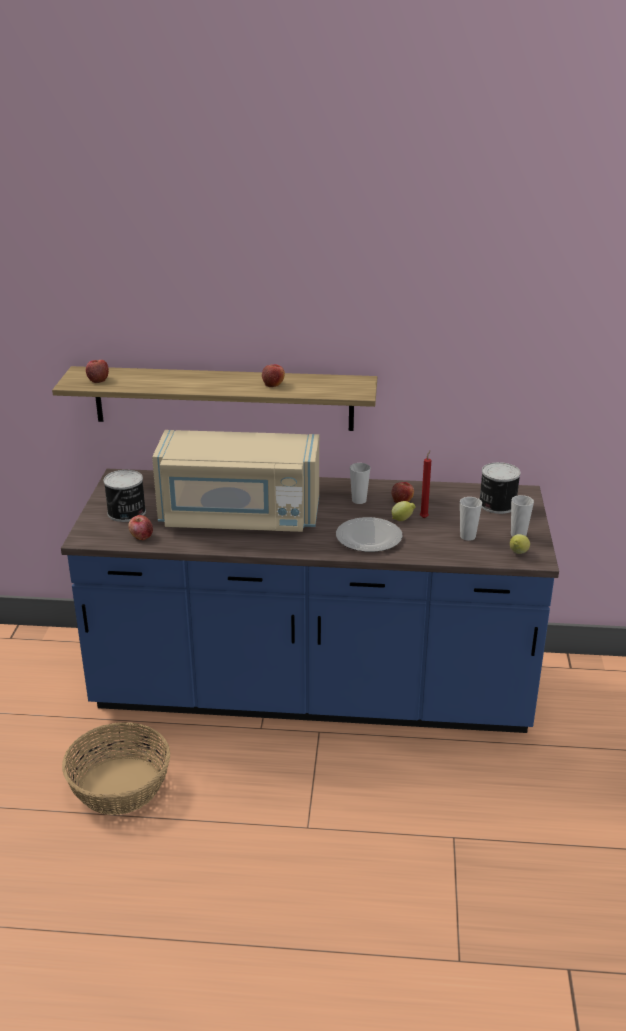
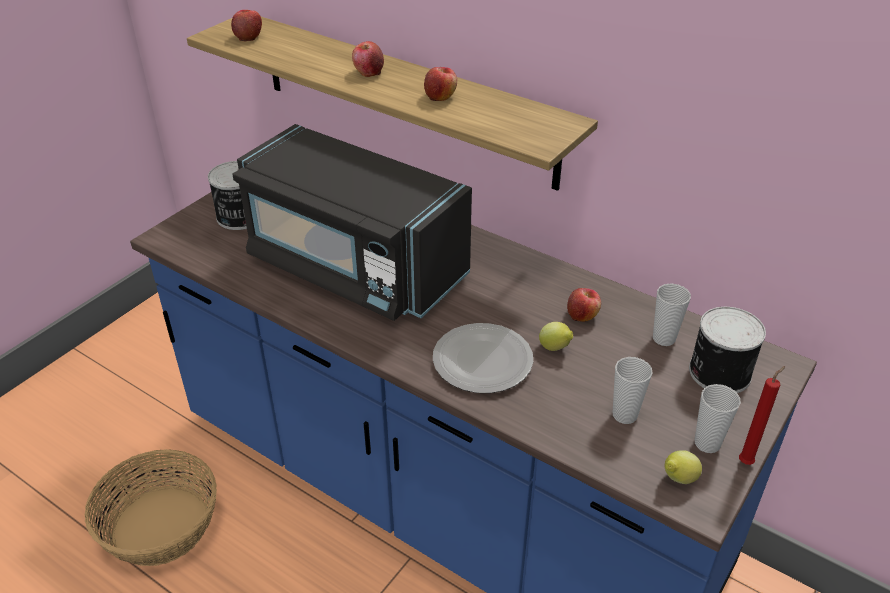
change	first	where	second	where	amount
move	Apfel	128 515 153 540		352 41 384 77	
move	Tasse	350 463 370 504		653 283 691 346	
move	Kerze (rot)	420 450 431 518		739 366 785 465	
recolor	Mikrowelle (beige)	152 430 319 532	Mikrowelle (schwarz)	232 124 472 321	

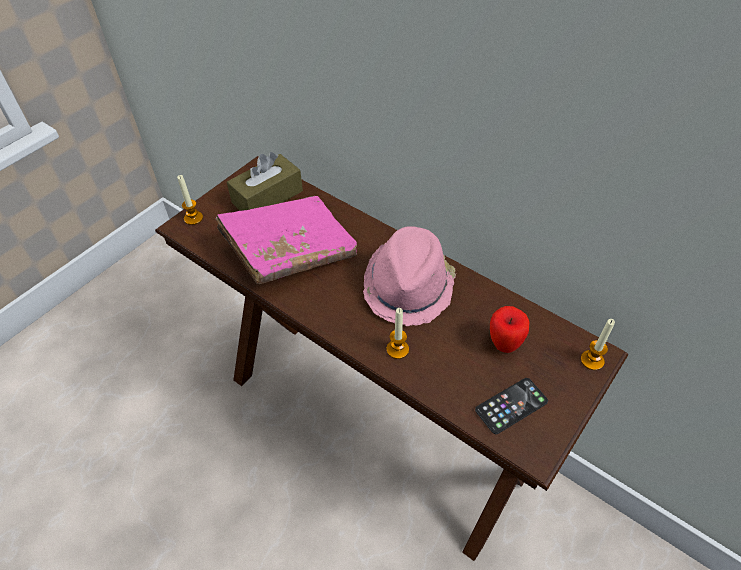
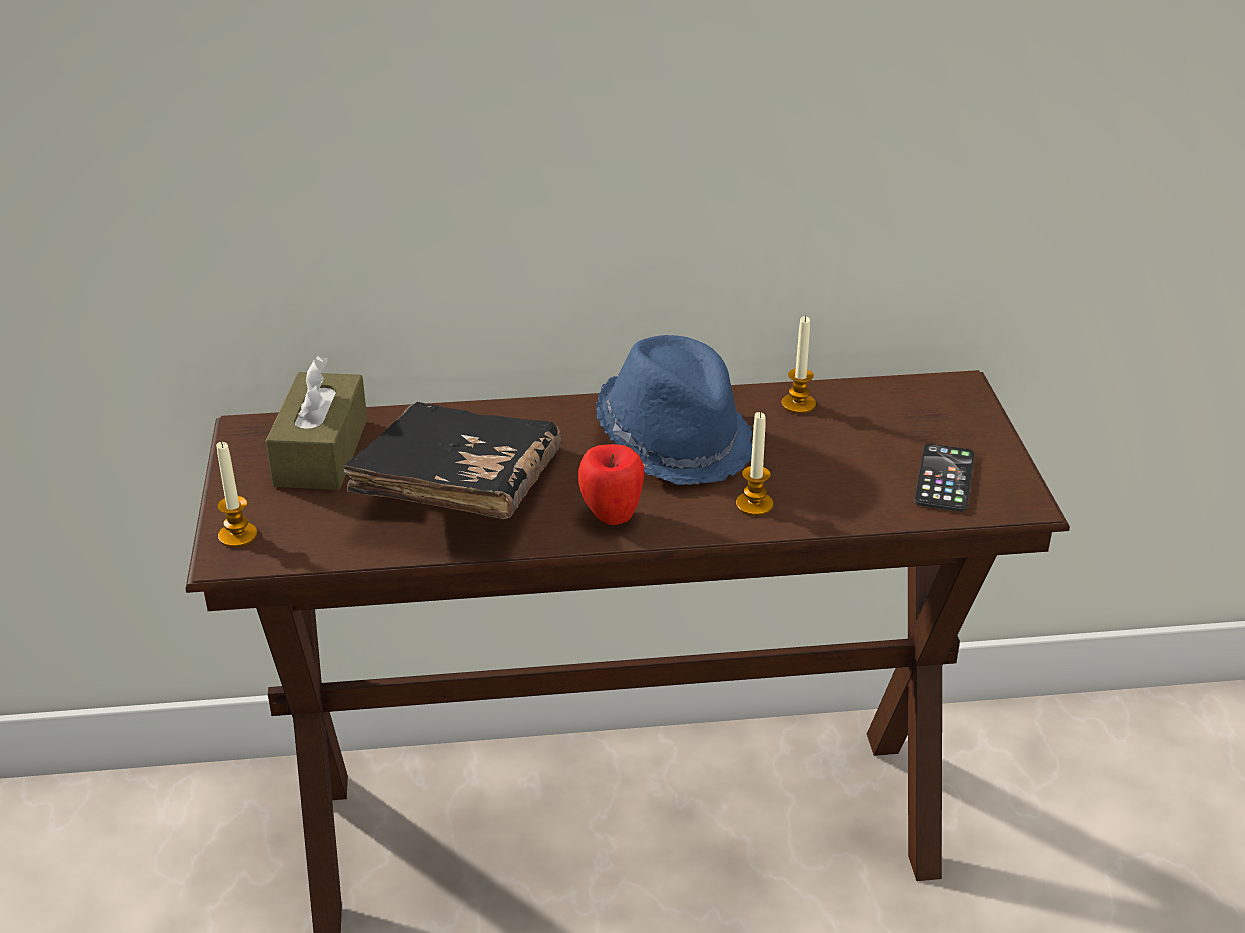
change	first	where	second	where	amount
move	Apfel	490 306 529 353		578 444 644 525	
move	Kerze	581 319 615 370		782 316 816 414	
recolor	Buch (rosa)	215 196 357 284	Buch (schwarz)	343 402 563 519	
recolor	Hut (rosa)	363 226 456 326	Hut (blau)	596 335 752 485	

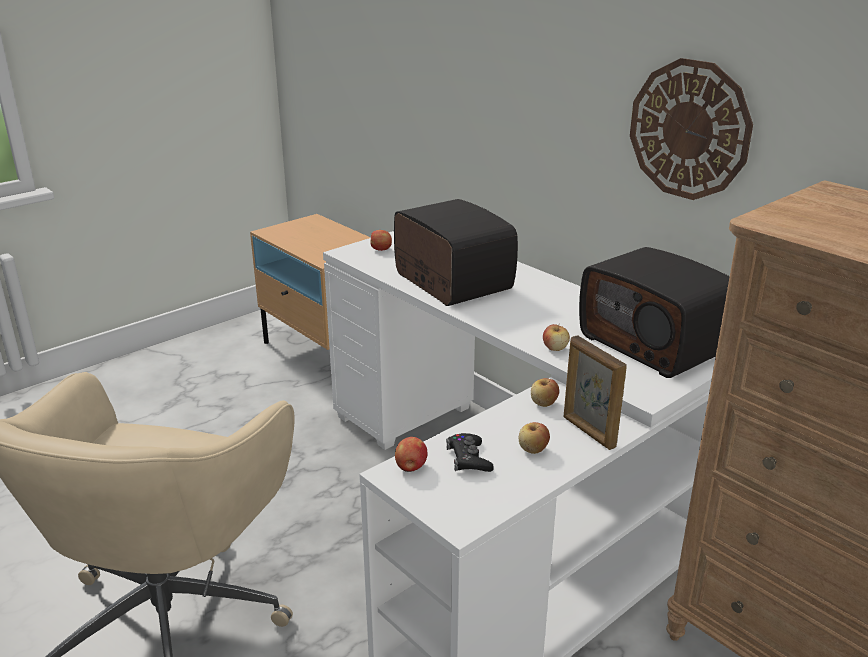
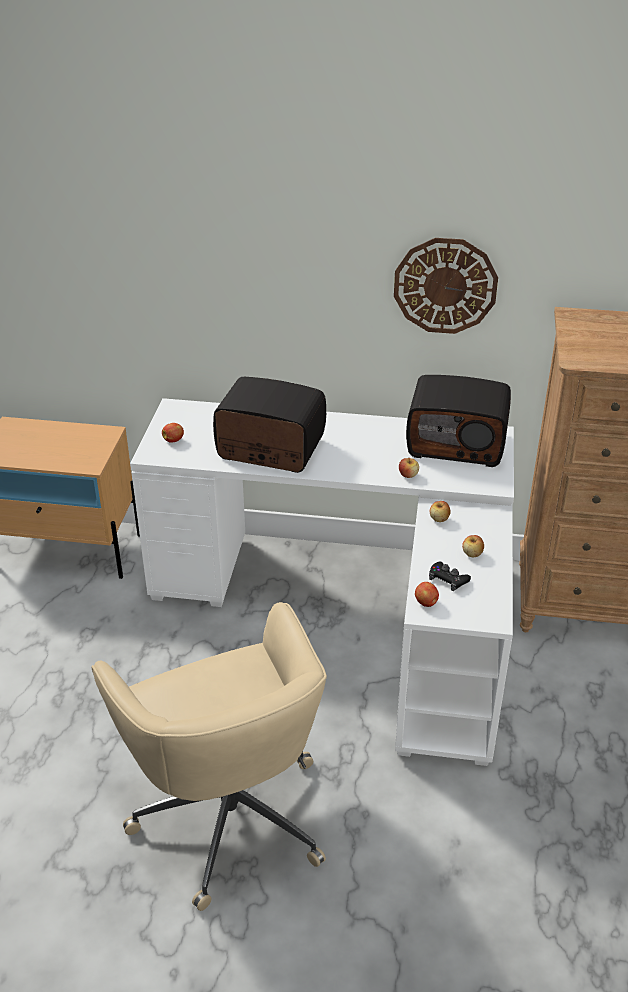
change	first	where	second	where	amount
delete	Bilderrahmen	563 335 627 450			

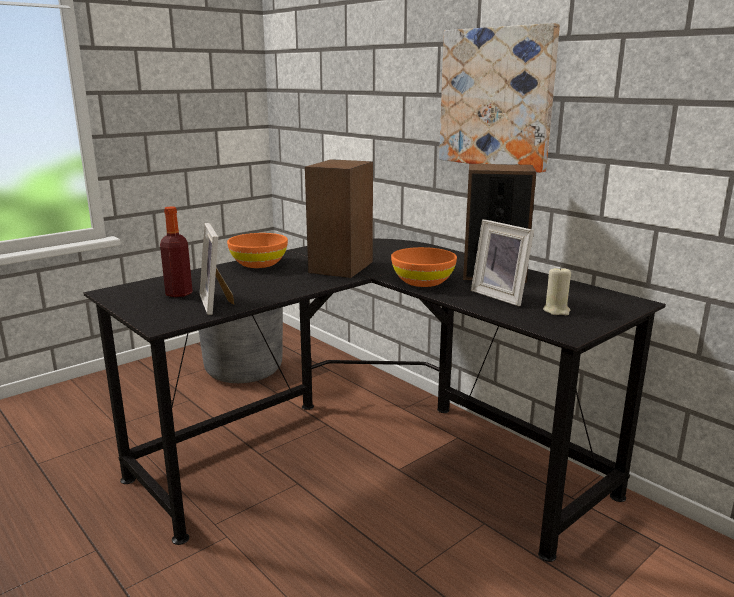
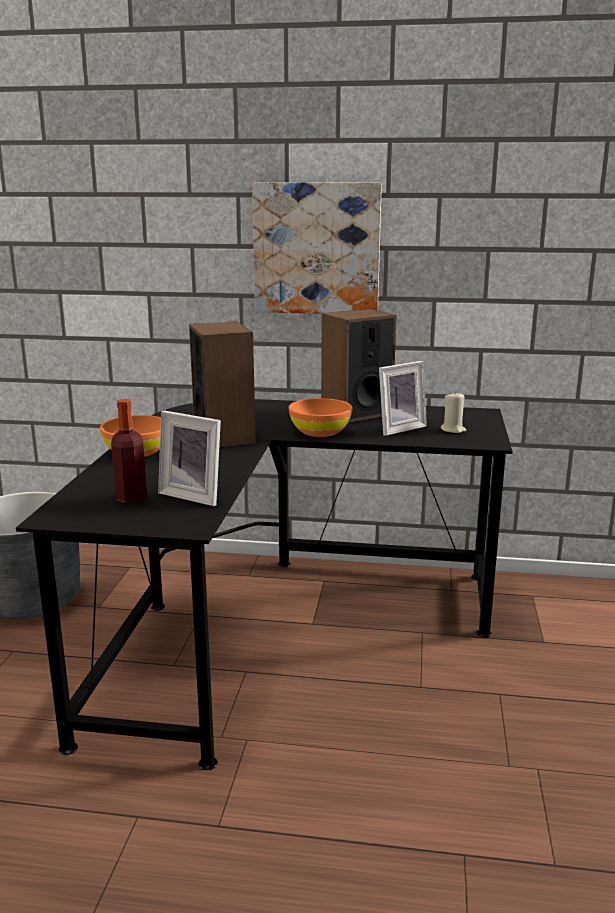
change	first	where	second	where	amount
rotate	Bilderrahmen	471 219 534 306		379 361 427 436	45 degrees counterclockwise

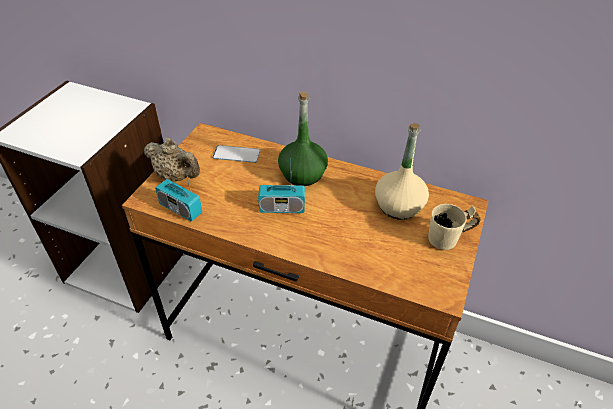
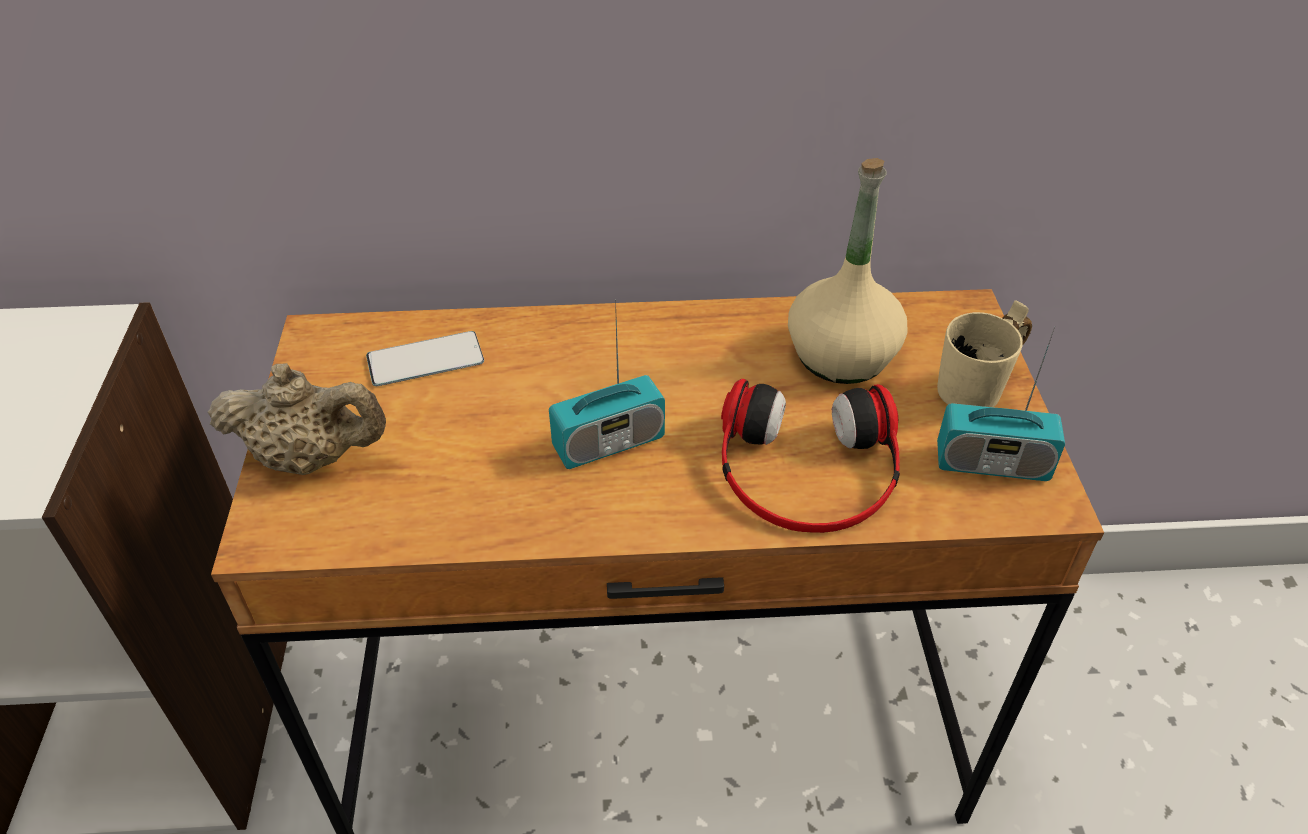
change	first	where	second	where	amount
delete	Flasche (grün)	278 92 328 186			
insert			Kopfhörer	721 379 900 533	
move	Radio	155 156 202 222		937 326 1065 481	

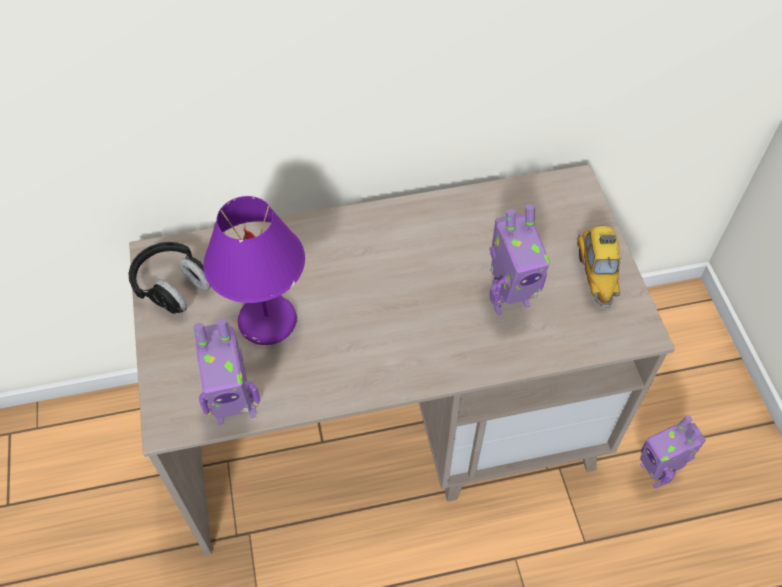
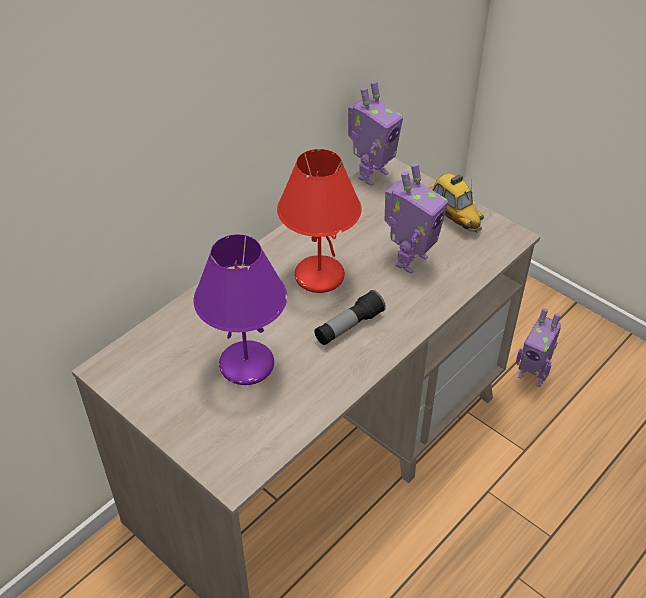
change	first	where	second	where	amount
delete	Kopfhörer (schwarz)	128 242 210 314			
insert			Tischlampe (rot)	277 149 362 293	
insert			Taschenlampe	314 290 386 345	
move	Spielzeugroboter	193 318 260 425		348 81 403 186	

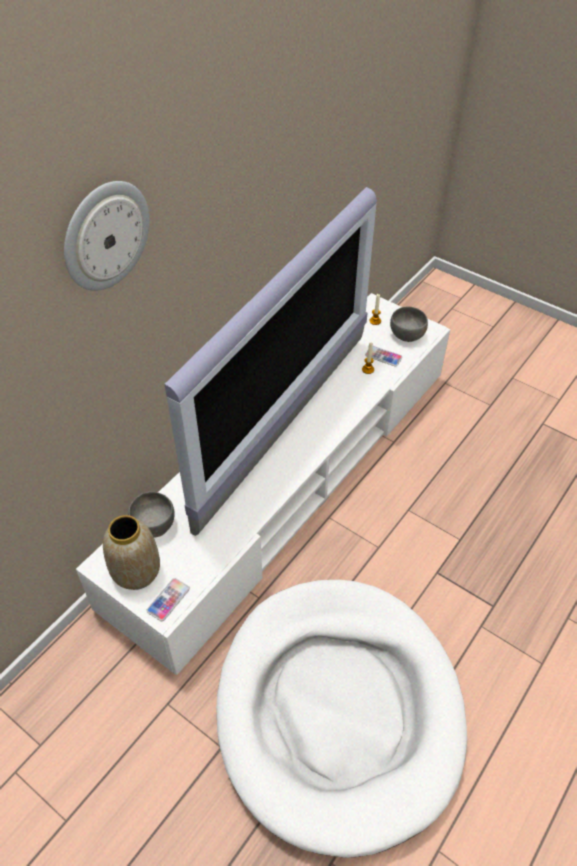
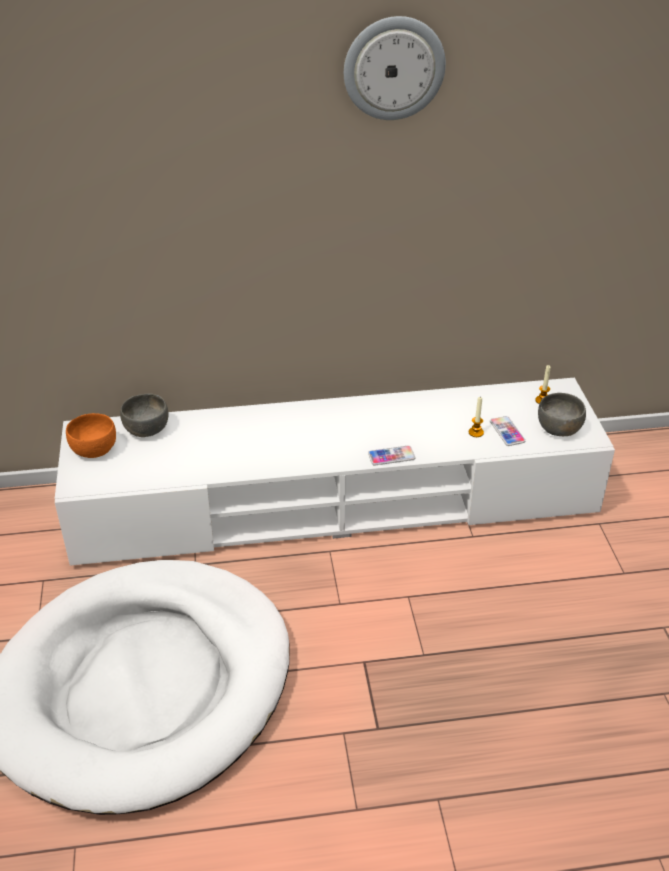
change	first	where	second	where	amount
delete	Fernseher	164 187 377 536			
move	Wanduhr	64 181 149 291		344 16 446 120	
move	Handy	147 578 190 621		368 446 416 465	
replace	Vase	103 515 160 590	Schüssel (orange)	66 413 116 458	

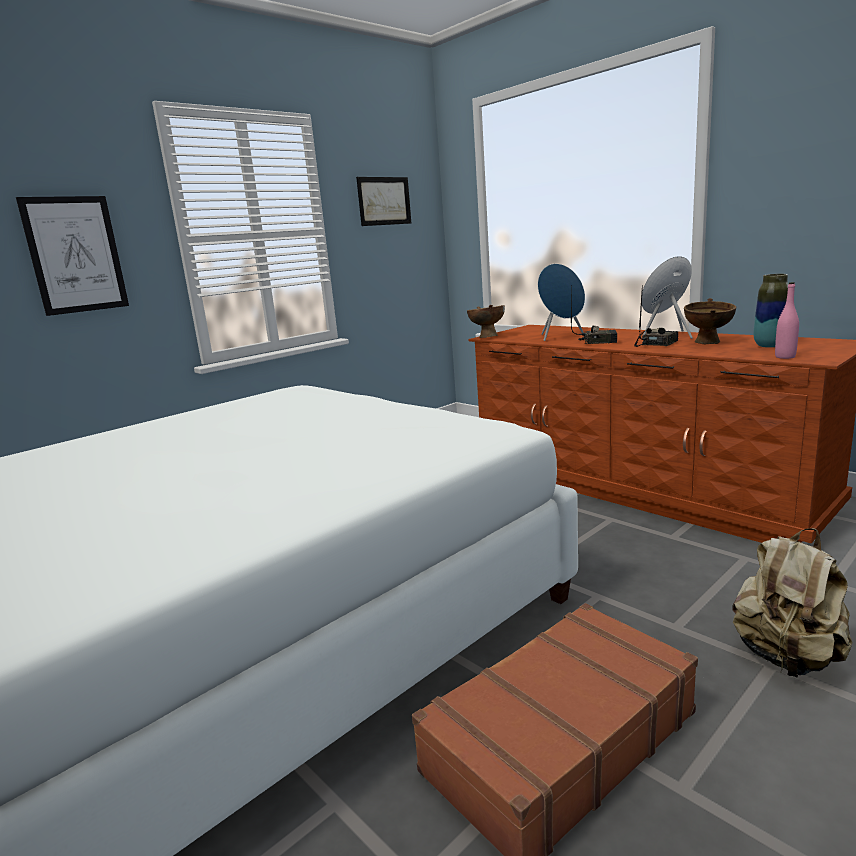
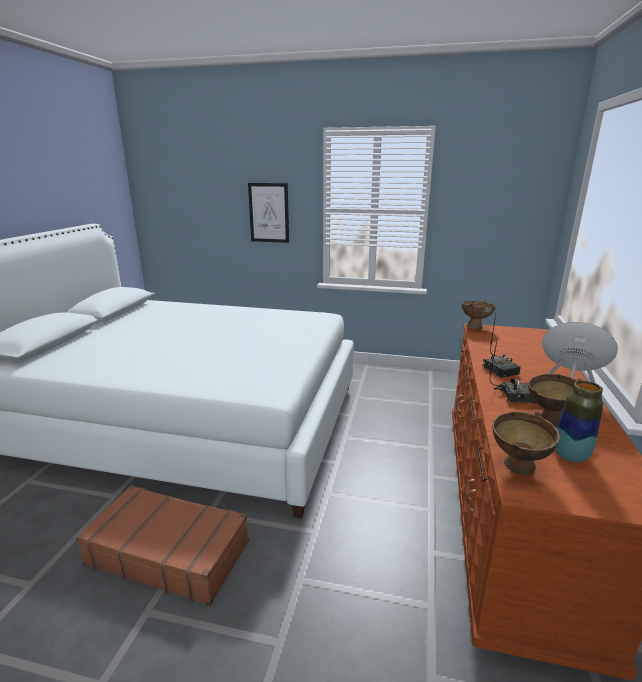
change	first	where	second	where	amount
delete	Bild	356 177 411 226			
delete	Lautsprecher (blau)	538 264 585 341			
delete	Rucksack (beige)	733 528 852 678			
replace	Flasche (rosa)	775 282 799 359	Schüssel (braun)	492 412 560 475	

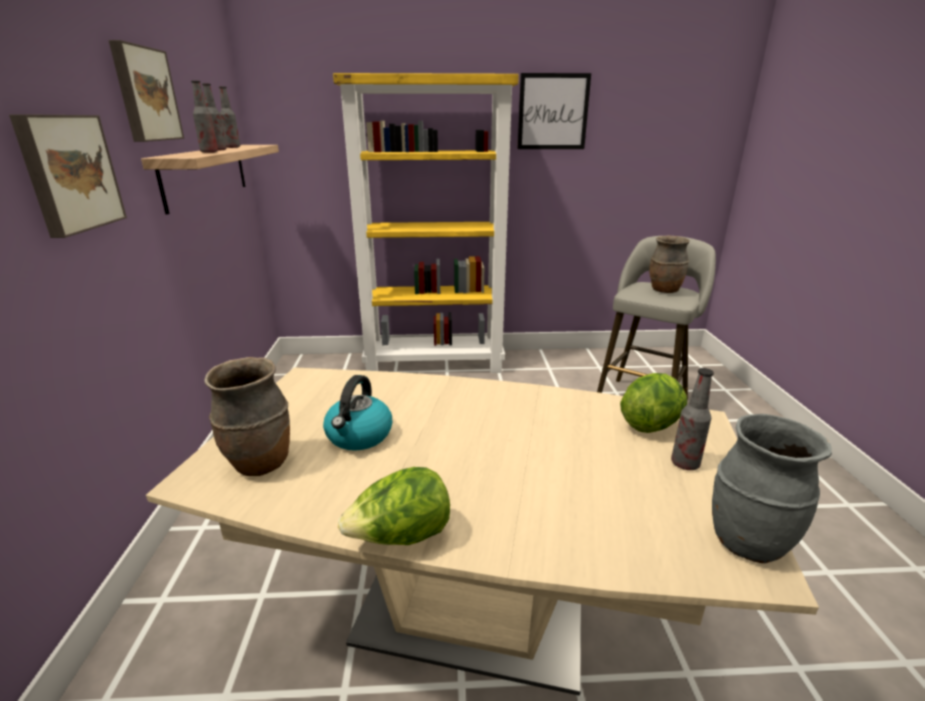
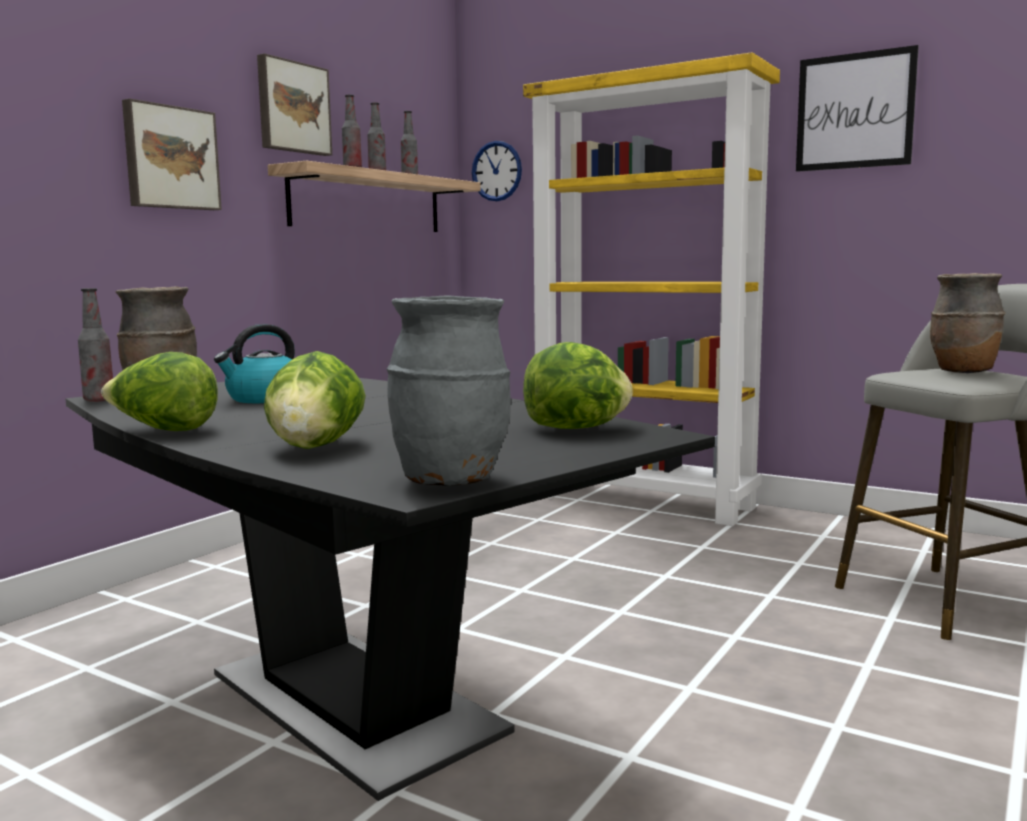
change	first	where	second	where	amount
insert			Salatkopf	264 351 366 449	
insert			Wanduhr	472 141 522 201	
move	Flasche	671 368 714 470		78 288 113 402	
recolor	Esstisch (beige)	146 367 819 696	Esstisch (schwarz)	66 378 715 801	

